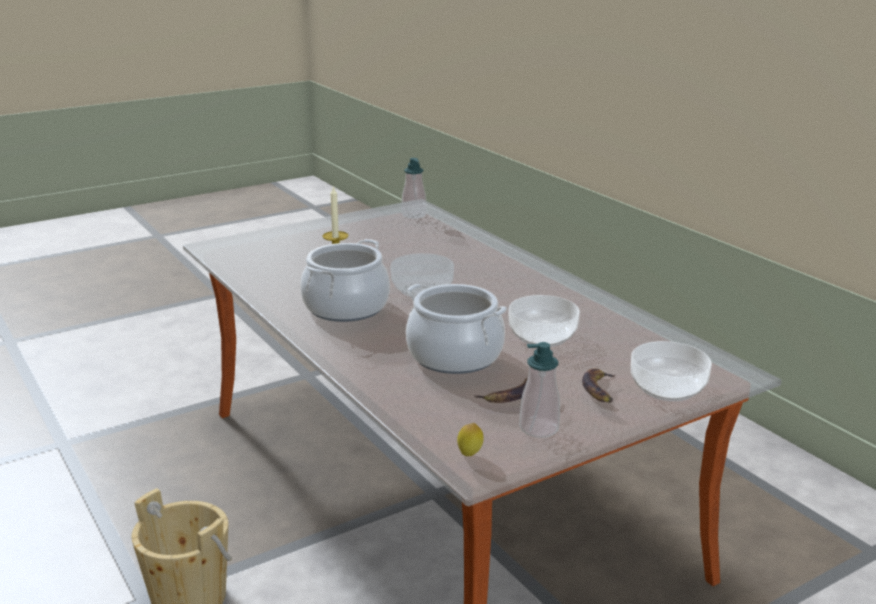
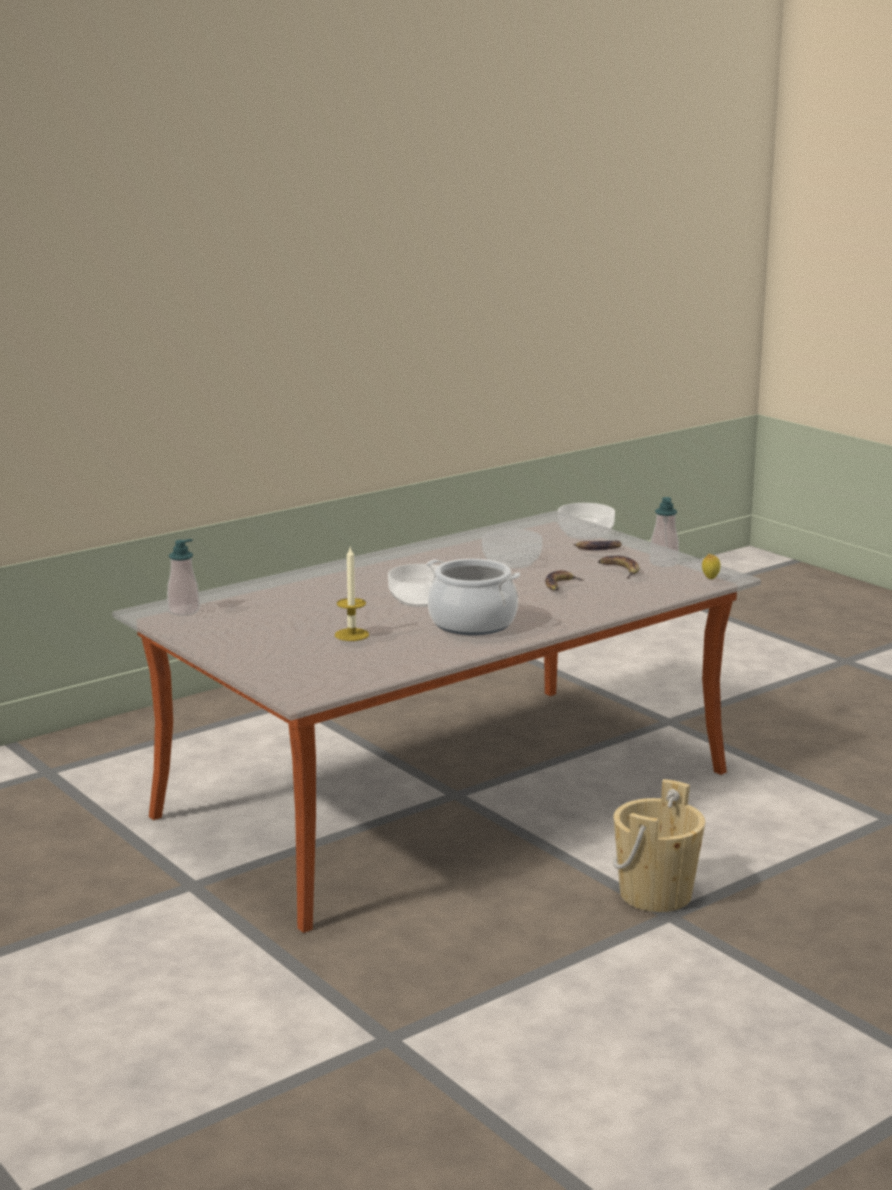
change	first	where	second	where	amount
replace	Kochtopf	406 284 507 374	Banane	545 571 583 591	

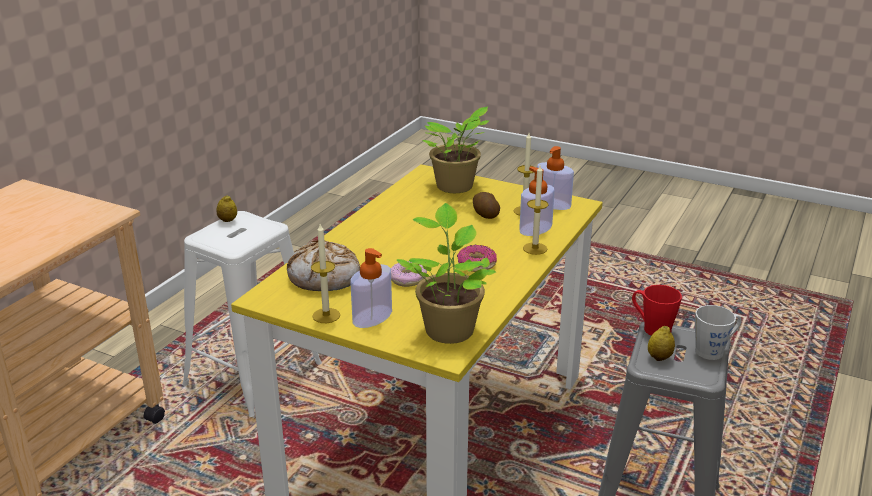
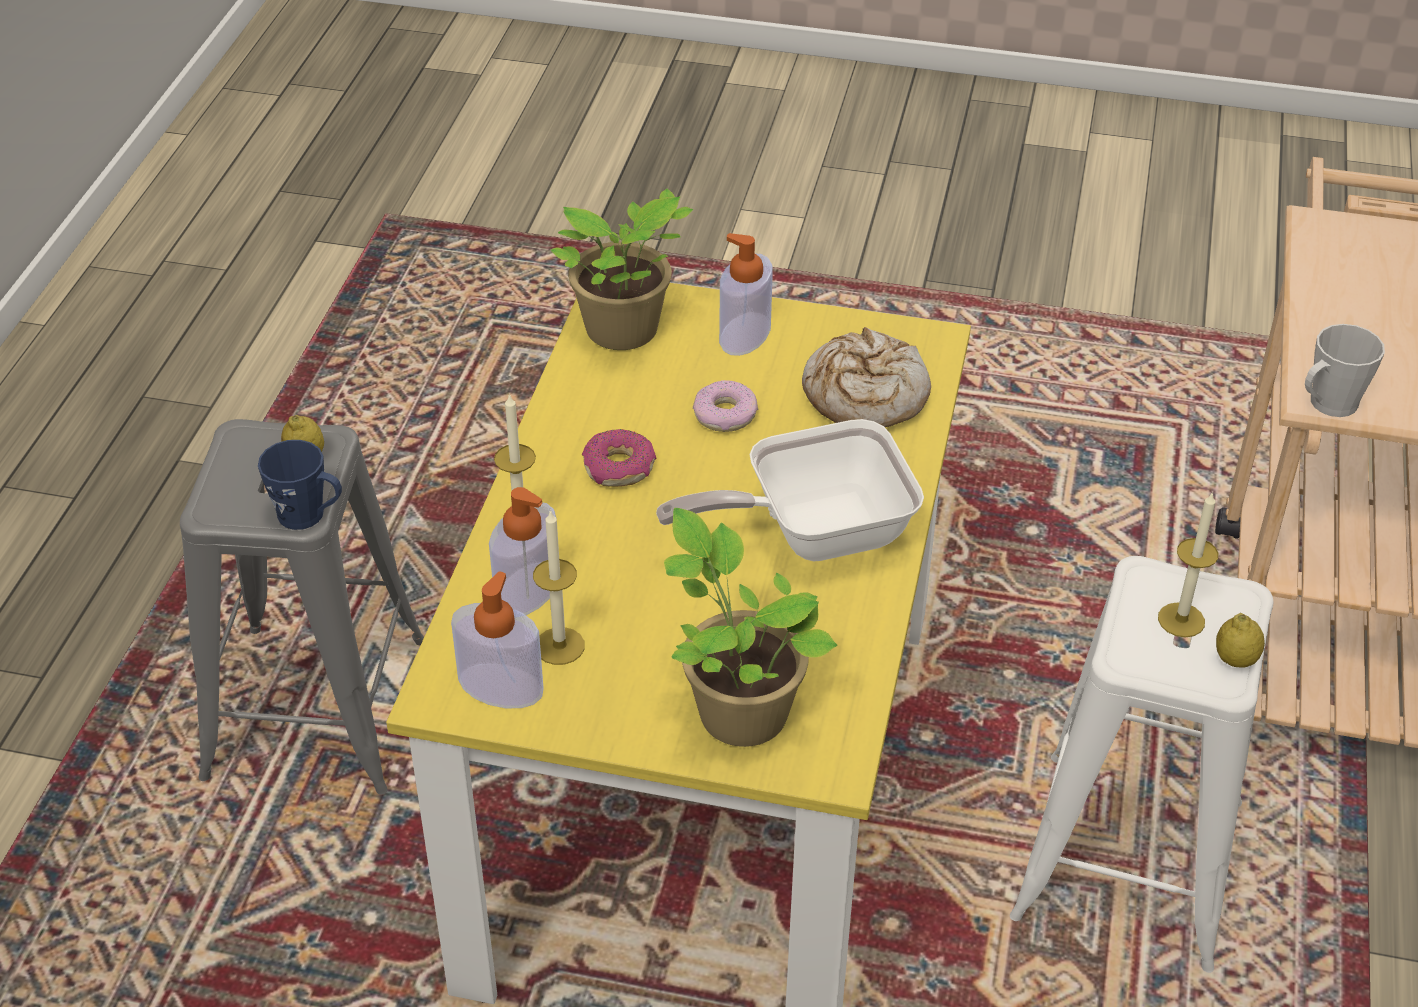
change	first	where	second	where	amount
delete	Kartoffel	473 192 500 219			
insert			Pfanne	656 419 924 561	
move	Kerze	311 224 340 323		1158 492 1218 637	
move	Henkelbecher (grau)	695 305 742 360		1305 324 1385 417	
recolor	Henkelbecher (rot)	632 285 682 336	Henkelbecher (blau)	258 440 342 530	

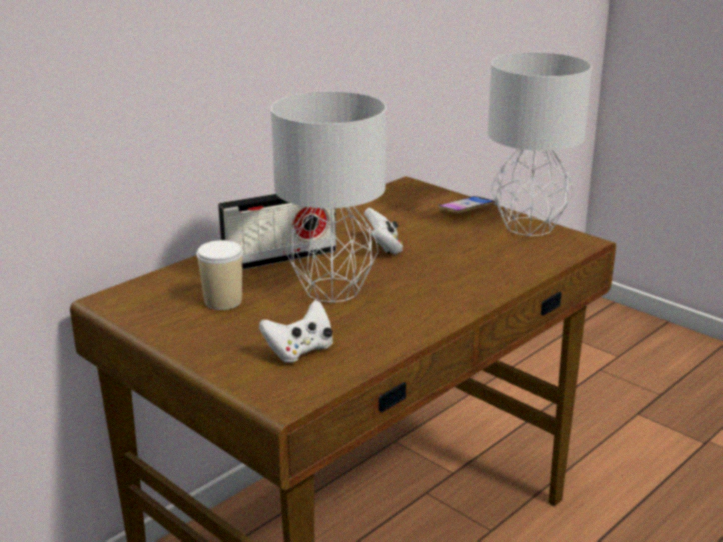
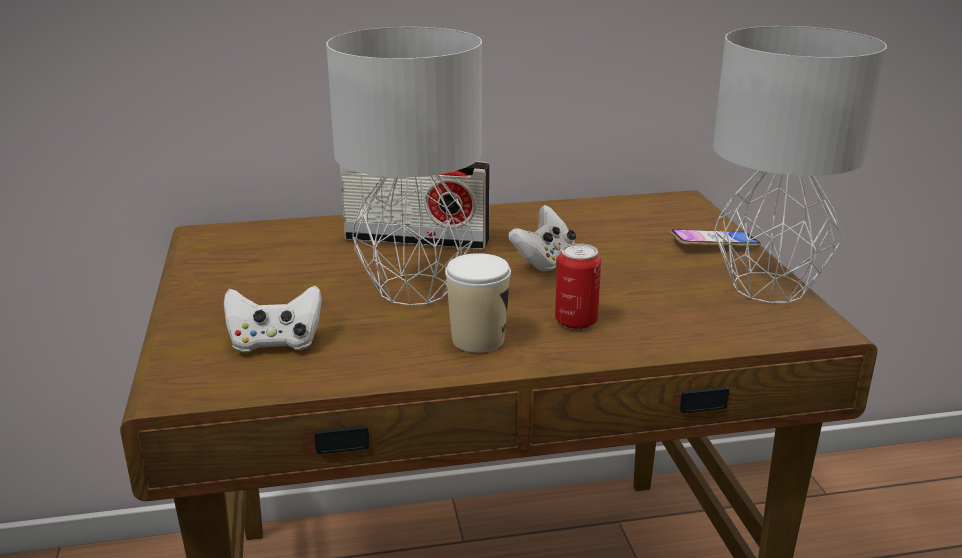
change	first	where	second	where	amount
insert			Dose	555 243 601 330	
move	Tasse	196 240 243 310		445 253 511 353	

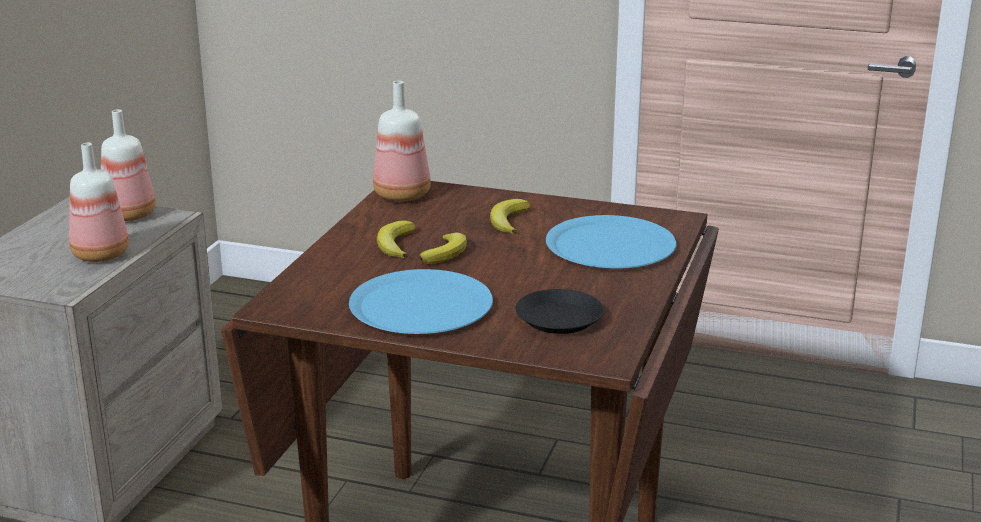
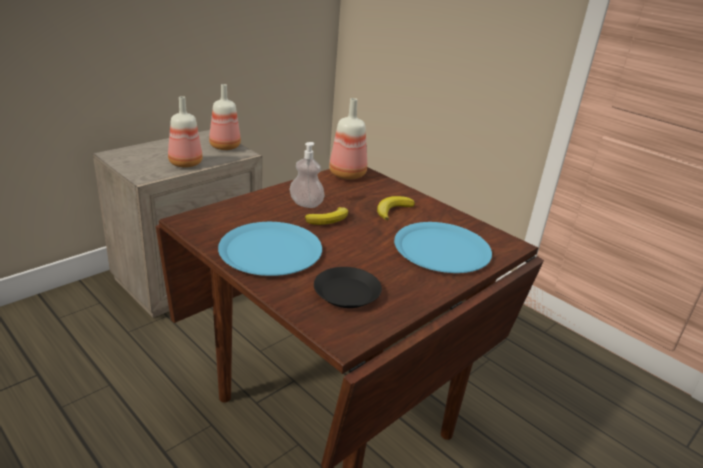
change	first	where	second	where	amount
replace	Banane	377 221 416 258	Seifenspender	290 142 325 208	

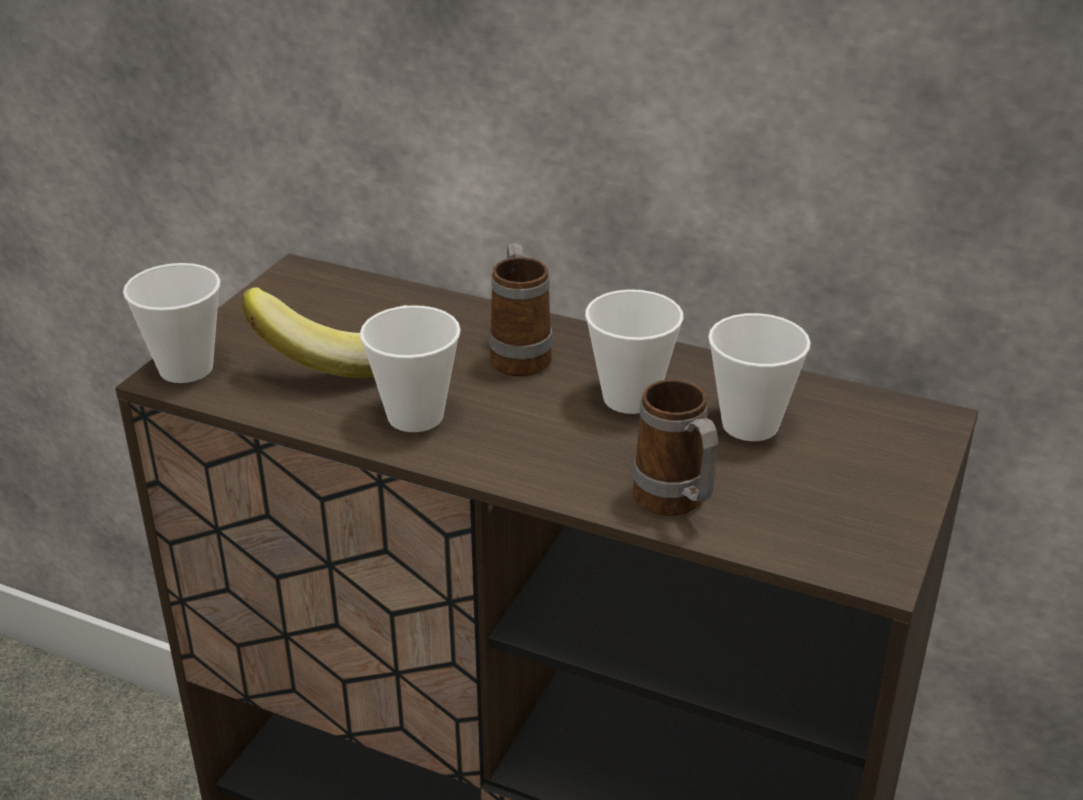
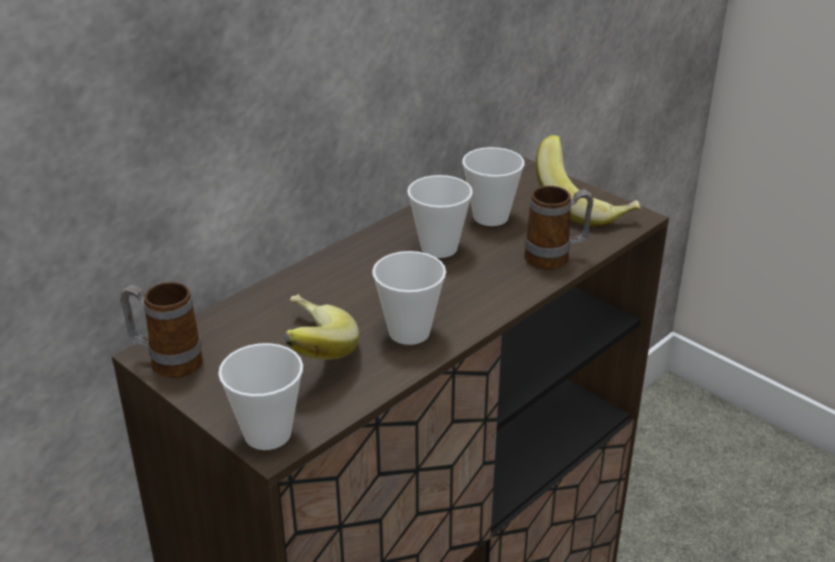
change	first	where	second	where	amount
insert			Banane	536 135 641 227	
move	Henkelbecher	489 243 552 376		120 282 203 378	

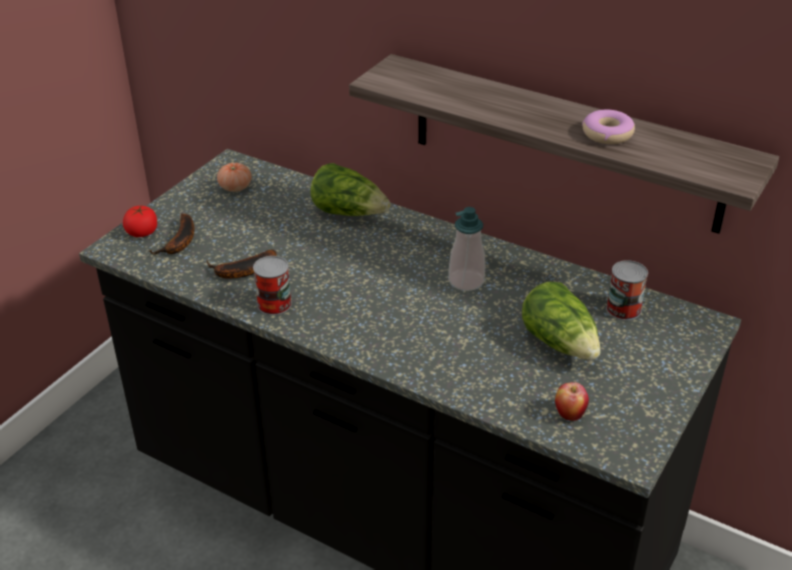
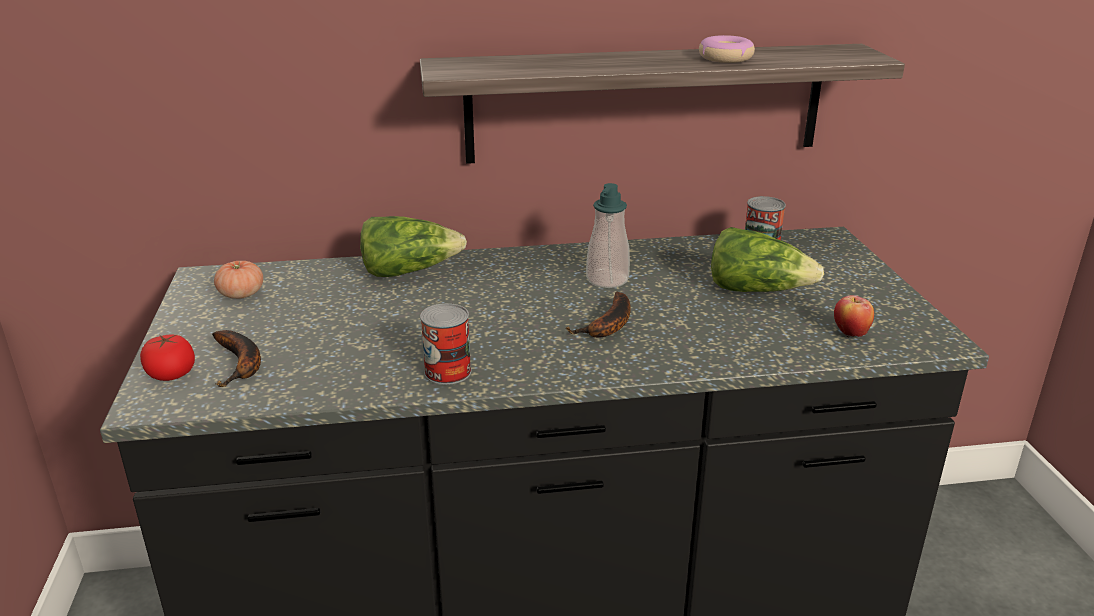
change	first	where	second	where	amount
move	Banane	207 250 277 279		566 292 631 338	

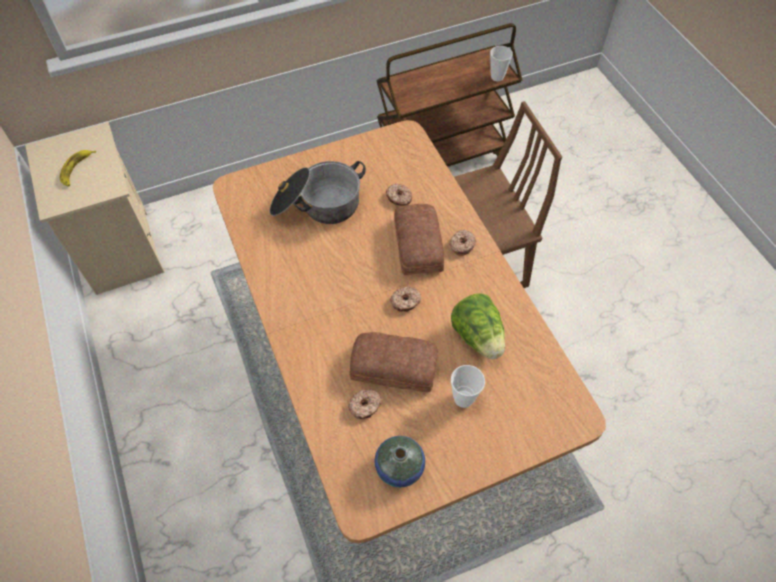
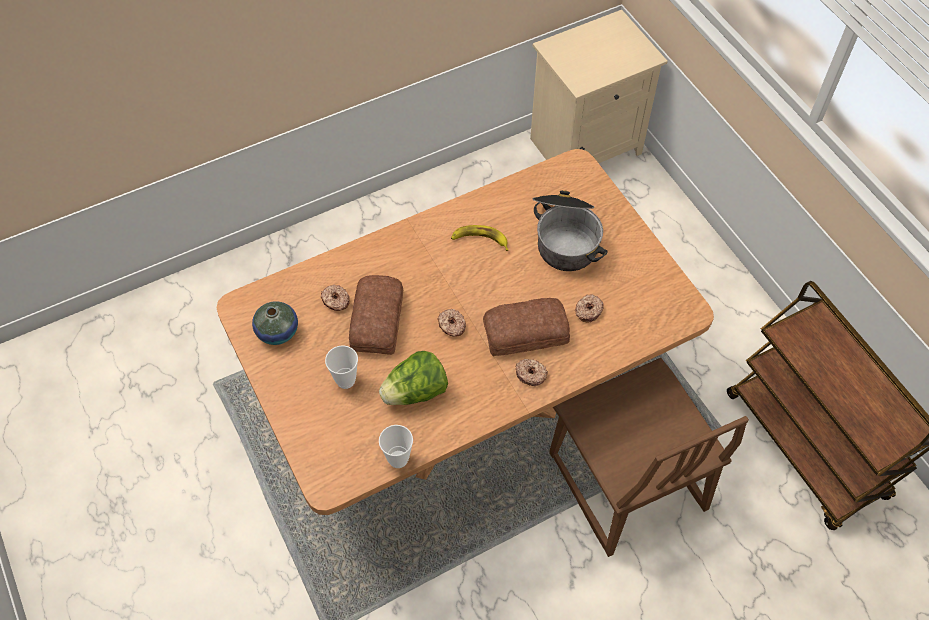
change	first	where	second	where	amount
move	Banane	60 150 96 187		451 225 508 251	
move	Tasse	490 46 513 82		379 425 413 468	

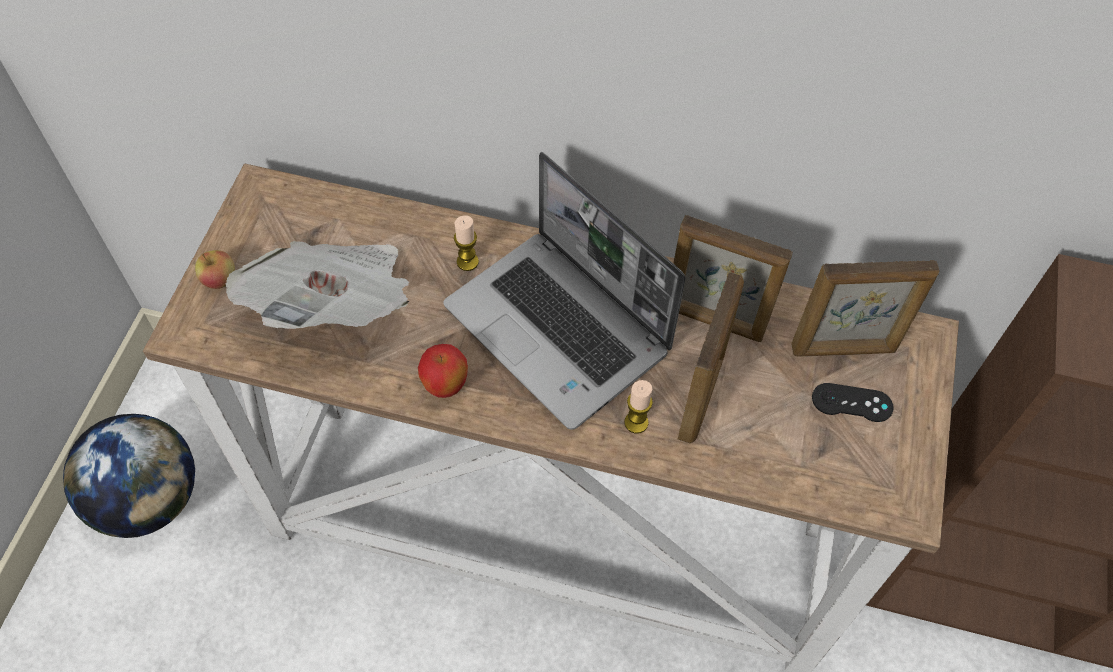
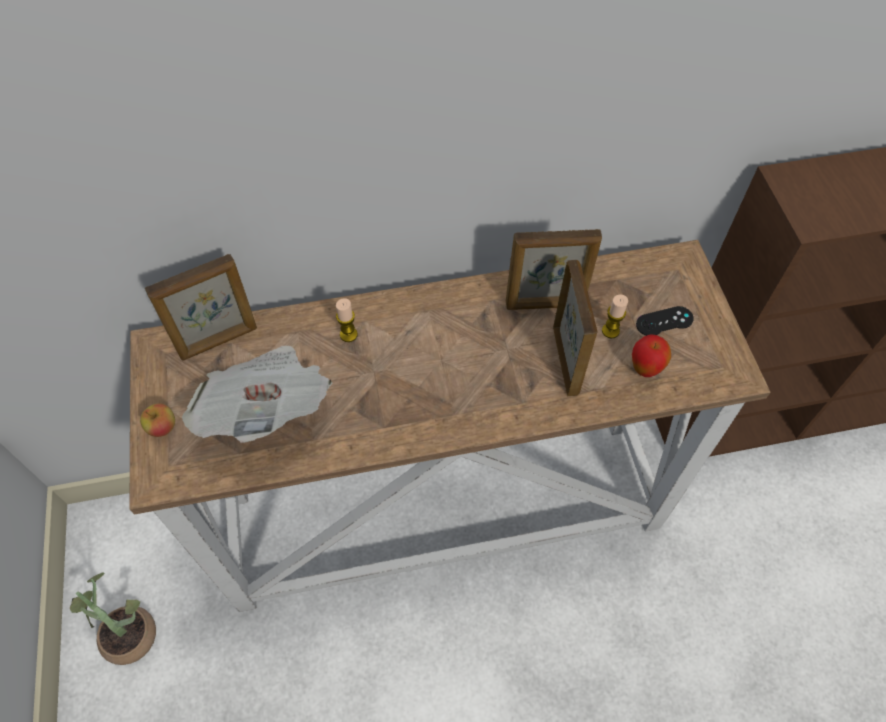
change	first	where	second	where	amount
delete	Laptop	443 152 686 430			
move	Apfel	418 344 468 398		632 334 671 377	
move	Kerze	624 380 653 434		602 294 628 339	
move	Bilderrahmen	791 260 940 356		145 254 257 360	
replace	Globus	63 414 195 538	Topfpflanze	70 572 156 665	

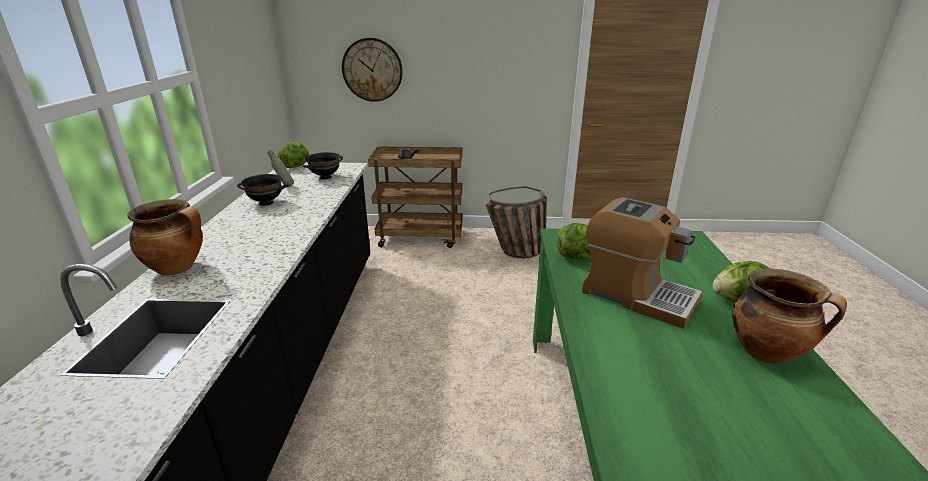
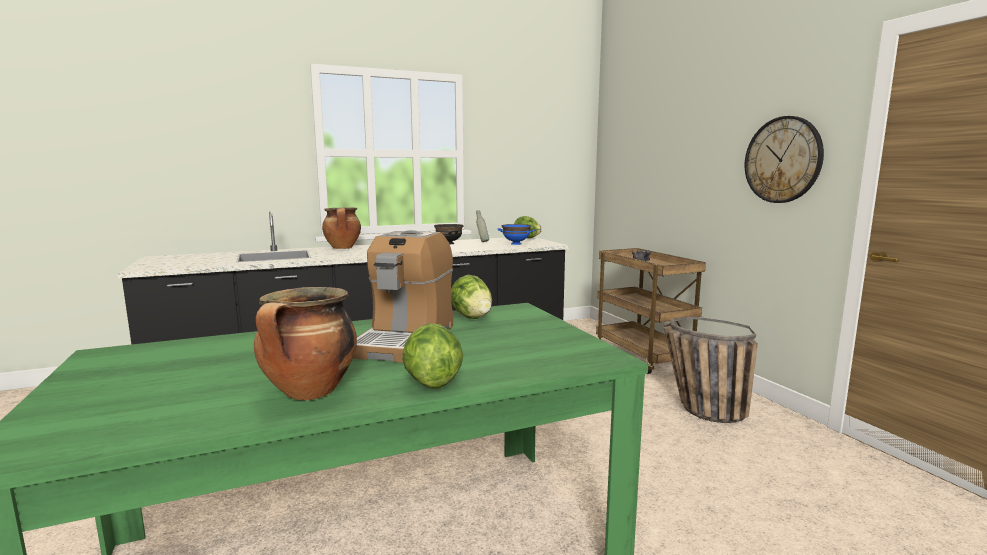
change	first	where	second	where	amount
move	Wanduhr	342 38 403 102		745 116 824 203	
recolor	Schüssel (schwarz)	303 152 343 179	Schüssel (blau)	498 224 535 245	

